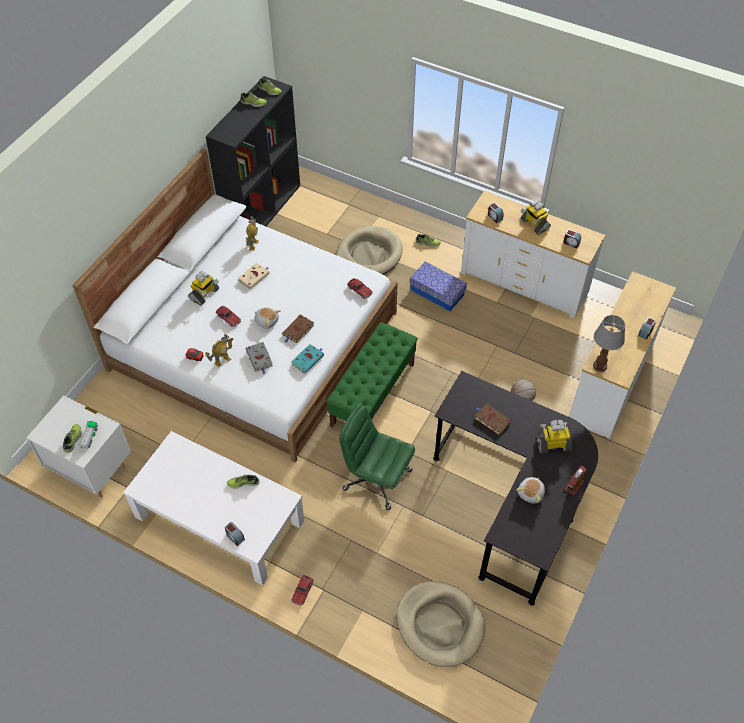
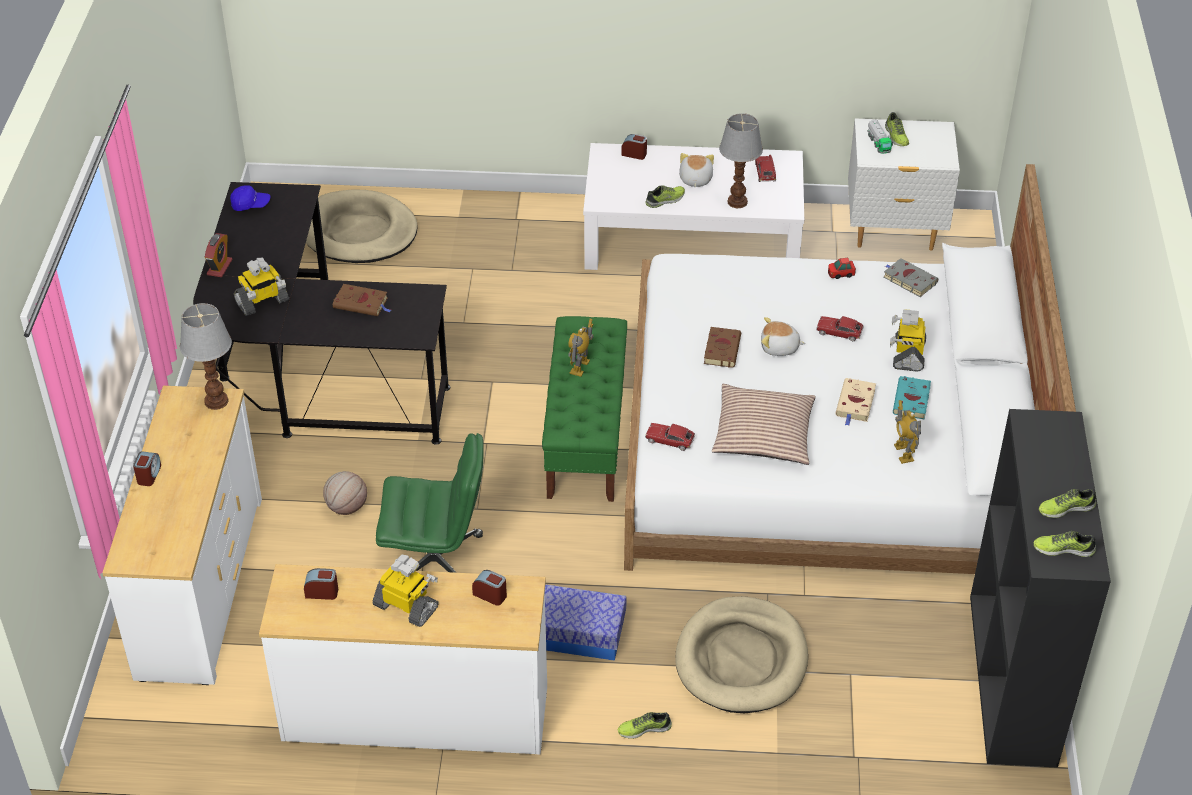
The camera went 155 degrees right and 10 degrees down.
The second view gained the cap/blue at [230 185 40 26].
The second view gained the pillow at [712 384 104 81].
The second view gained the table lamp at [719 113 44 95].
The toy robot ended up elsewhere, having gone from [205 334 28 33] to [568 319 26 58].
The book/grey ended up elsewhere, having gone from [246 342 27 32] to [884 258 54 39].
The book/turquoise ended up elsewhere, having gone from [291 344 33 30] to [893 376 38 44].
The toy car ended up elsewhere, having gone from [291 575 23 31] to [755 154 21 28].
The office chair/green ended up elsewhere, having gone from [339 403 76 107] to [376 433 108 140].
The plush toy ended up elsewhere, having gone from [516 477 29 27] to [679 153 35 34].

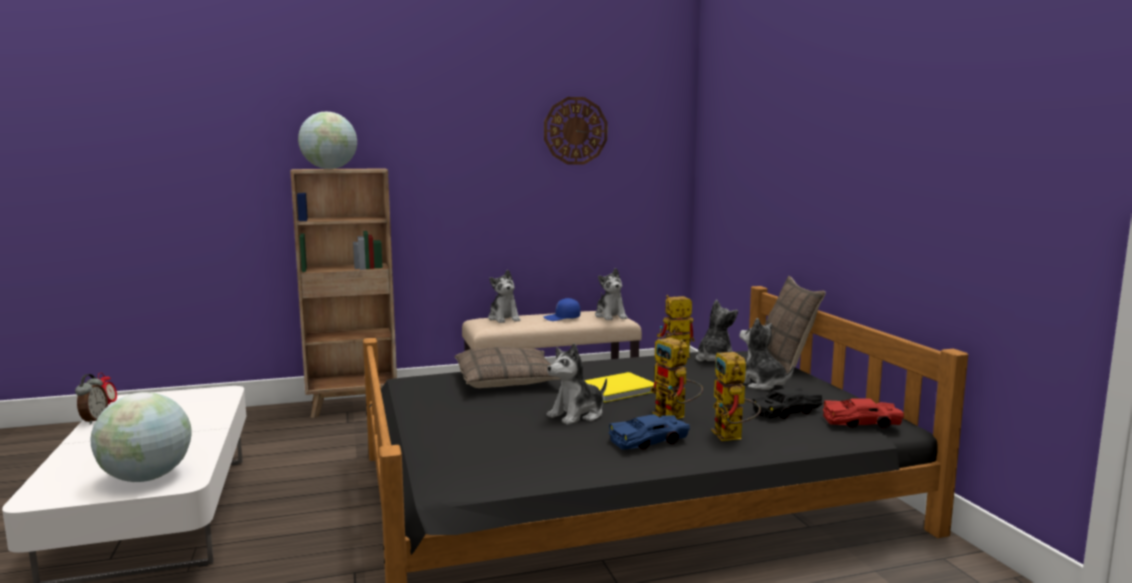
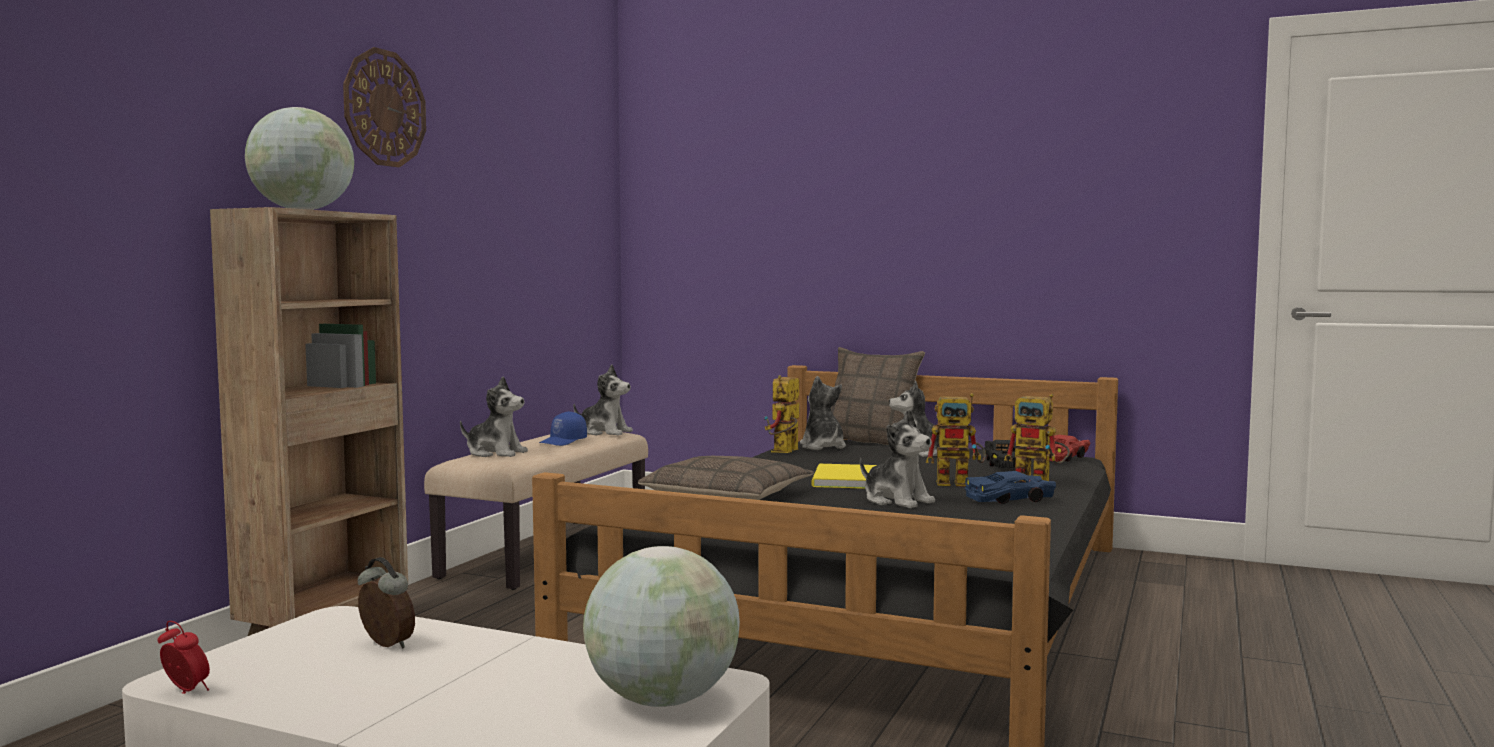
The camera went 50 degrees left and 5 degrees down.
The alarm clock ended up elsewhere, having gone from [75 374 33 51] to [358 557 57 92].
The wall clock ended up elsewhere, having gone from [544 97 63 68] to [343 47 83 120].
The plush toy at [547 343 60 82] ended up facing another way, 45 degrees counterclockwise from before.
The toy car/blue at [609 414 81 36] ended up facing another way, 60 degrees clockwise from before.

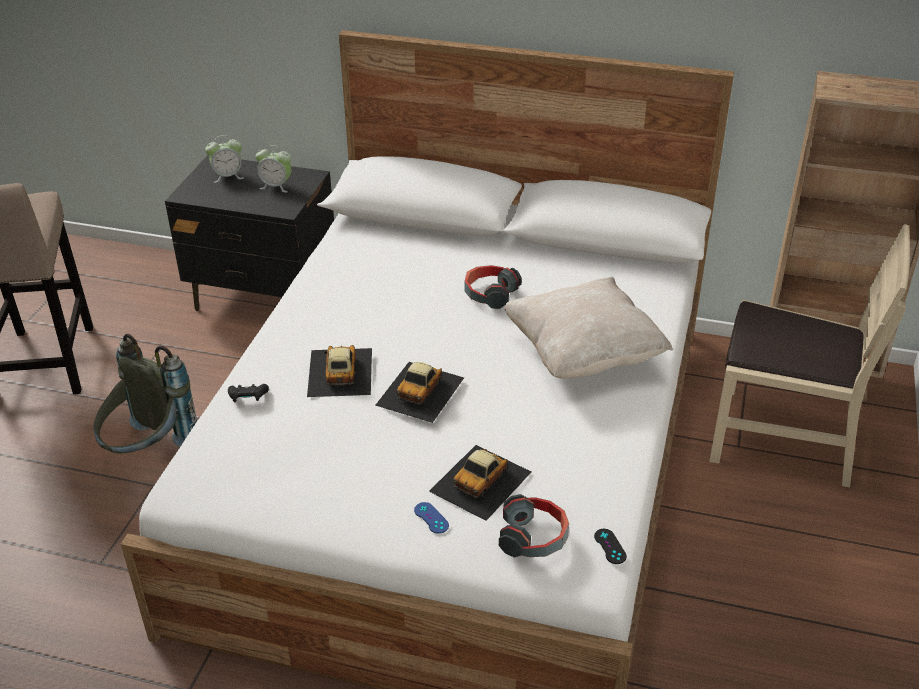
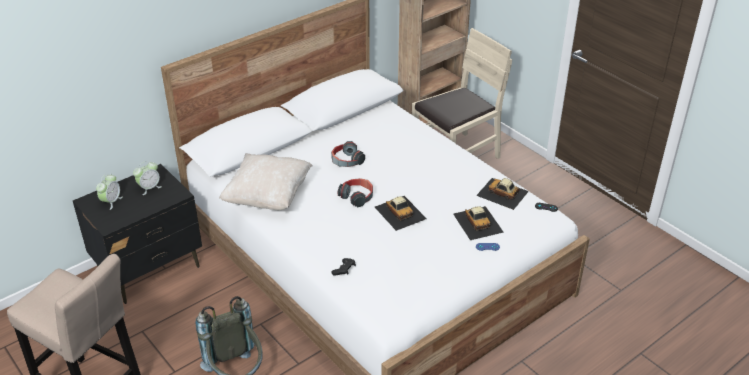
The camera went 55 degrees left and 0 degrees up.
The toy car ended up elsewhere, having gone from [307 345 65 52] to [476 178 53 32].
The headphones ended up elsewhere, having gone from [499 494 70 63] to [338 178 35 29].
The pillow/beige ended up elsewhere, having gone from [504 277 169 102] to [219 153 94 57].

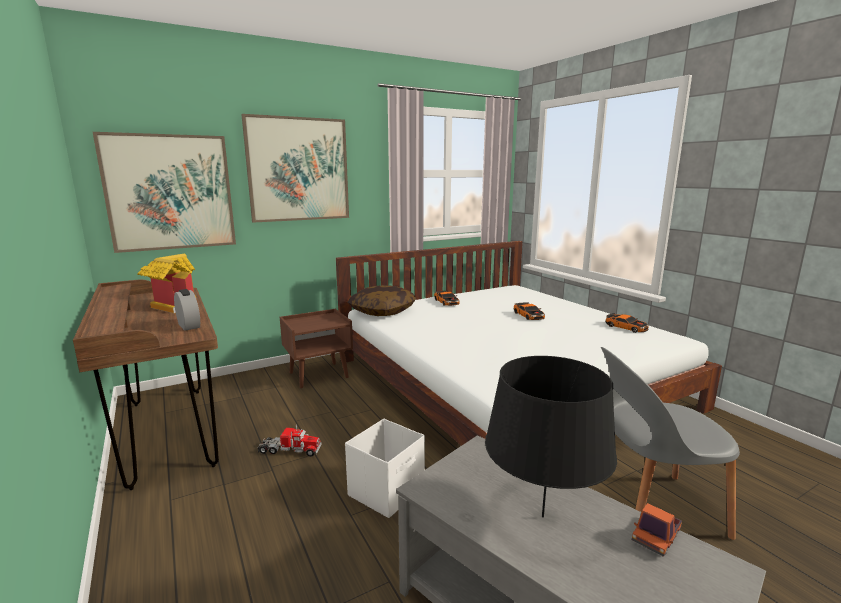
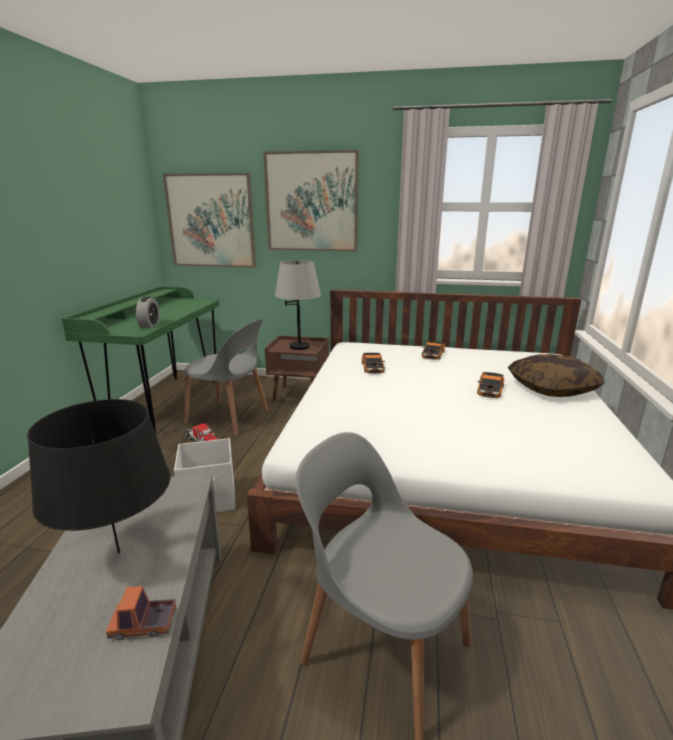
The camera went 40 degrees right and 5 degrees up.
The second view lost the toy house at [137 254 59 59].
The second view gained the chair/grey at [184 319 85 117].
The second view gained the table lamp/grey at [275 260 46 90].
The pillow ended up elsewhere, having gone from [347 285 69 31] to [508 354 97 43].
The toy car ended up elsewhere, having gone from [605 313 44 20] to [362 353 23 21].
What was the desk/brown at [73 279 146 211] turned into the desk/green at [62 286 158 147].

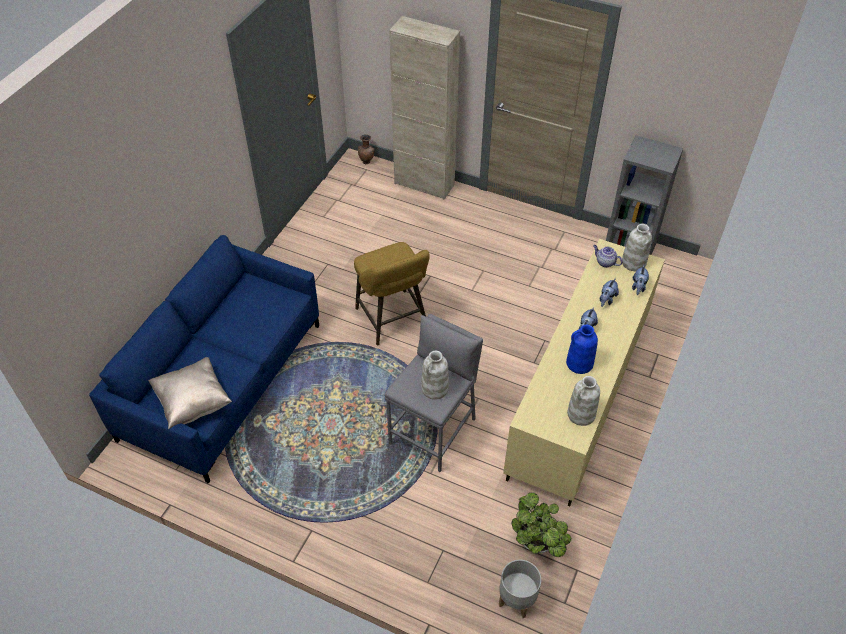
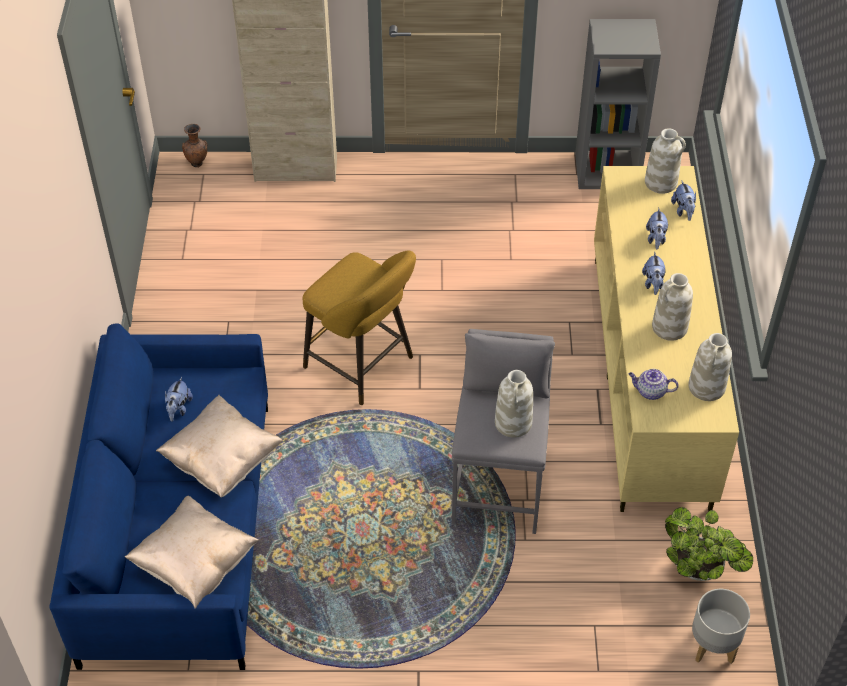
The camera went 25 degrees left and 0 degrees up.
The second view gained the pillow/beige at [156 395 127 103].
The second view gained the plush toy at [165 377 28 45].
The teapot ended up elsewhere, having gone from [593 245 30 23] to [628 369 51 31].
What was the vase/blue at [566 325 32 49] turned into the vase/white at [652 273 41 68].

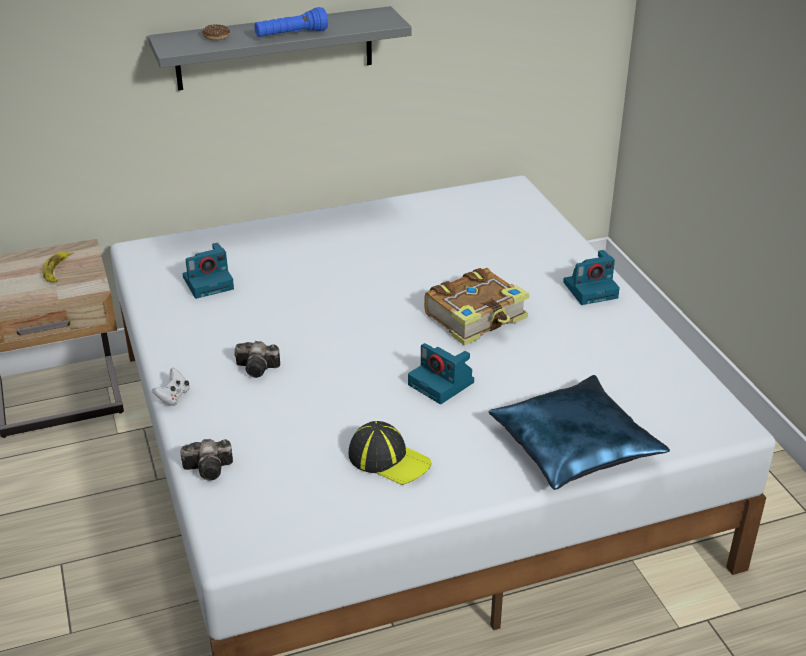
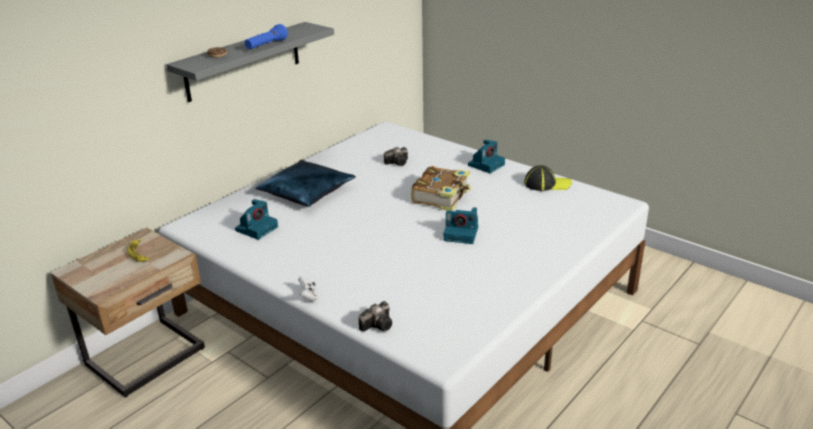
The camera went 30 degrees left and 5 degrees down.
The photo camera ended up elsewhere, having gone from [235 341 45 37] to [384 147 24 19].
The cap ended up elsewhere, having gone from [348 421 83 64] to [524 165 48 26].
The pillow/blue ended up elsewhere, having gone from [489 375 181 115] to [255 160 101 47].

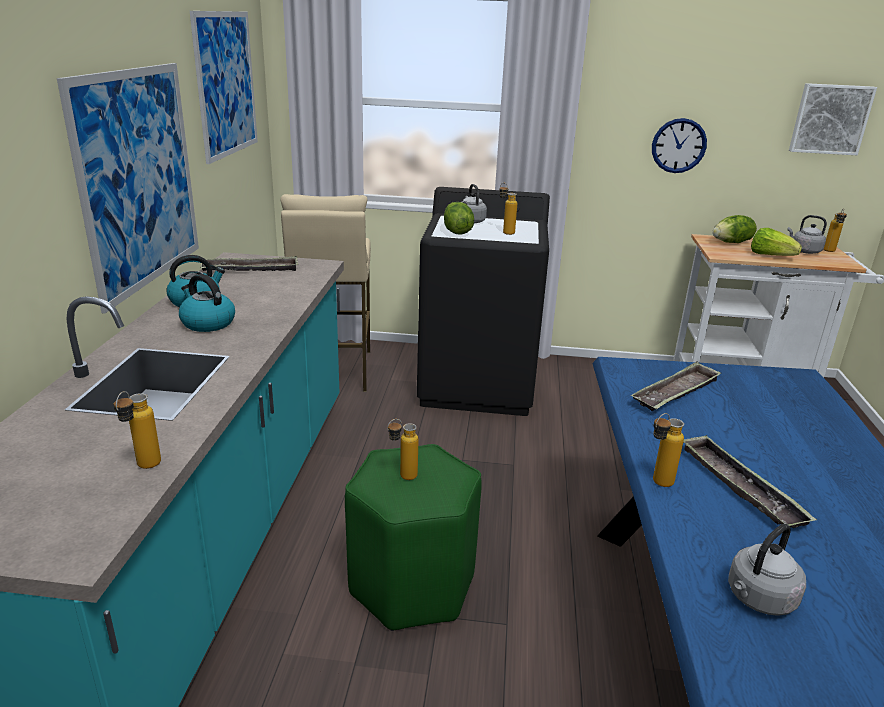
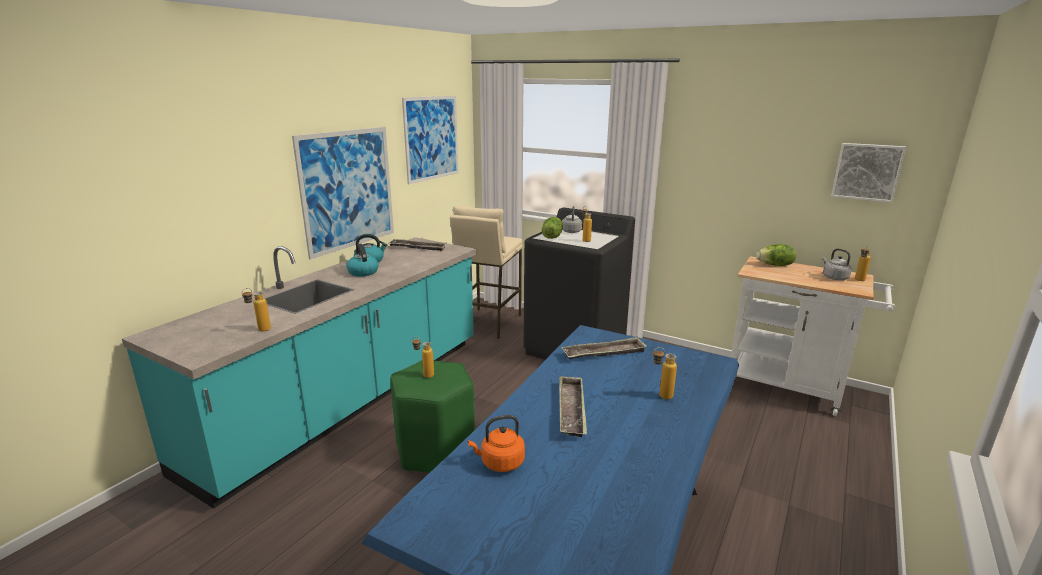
The camera went 25 degrees right and 5 degrees down.
The second view lost the wall clock at [652 118 55 55].
The second view lost the lettuce at [751 228 51 28].
The bottle ended up elsewhere, having gone from [653 413 31 74] to [653 347 24 52].
What was the kettle/grey at [728 524 78 92] turned into the kettle/orange at [468 415 57 57].

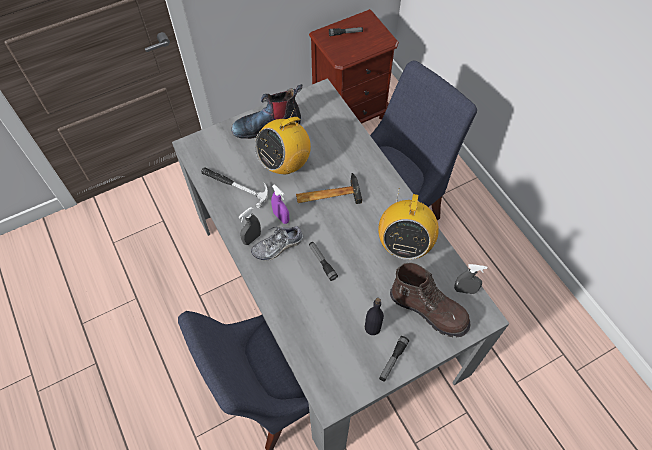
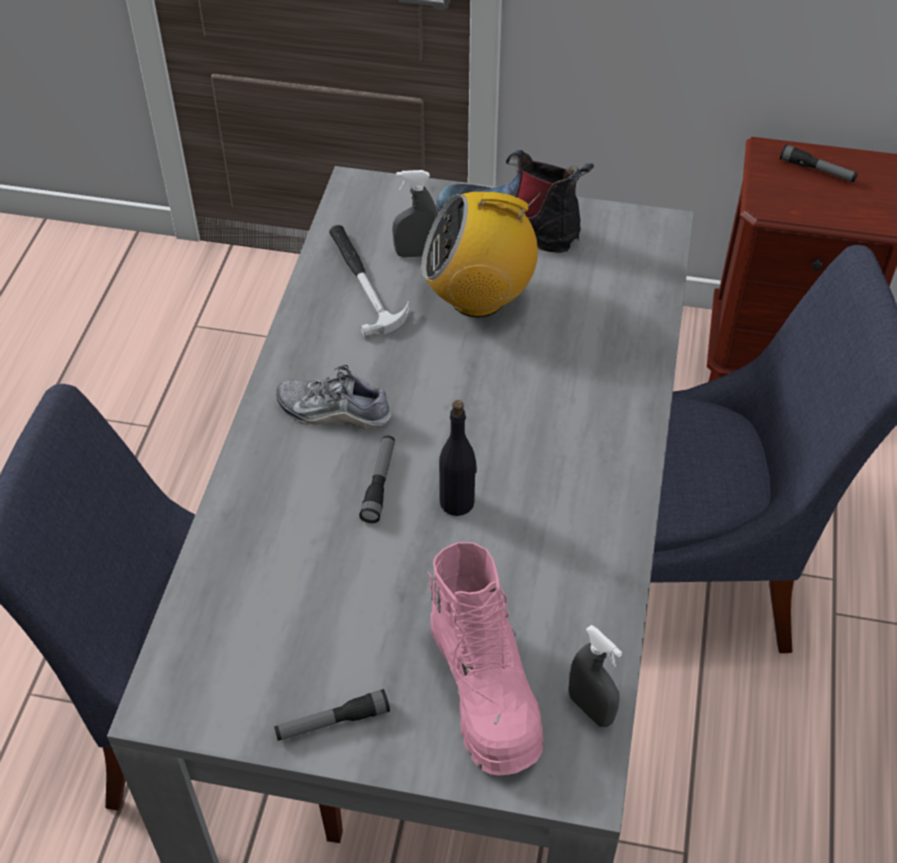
The camera went 40 degrees right and 10 degrees down.
The second view lost the spray bottle/purple at [271 185 18 39].
The second view lost the hammer at [296 173 66 31].
The second view lost the radio at [378 188 61 72].
The spray bottle/grey ended up elsewhere, having gone from [239 207 22 38] to [392 170 46 88].
The bottle/black ended up elsewhere, having gone from [365 298 19 37] to [439 400 38 116].
What was the boot/brown at [390 263 80 75] turned into the boot/pink at [427 542 117 234].

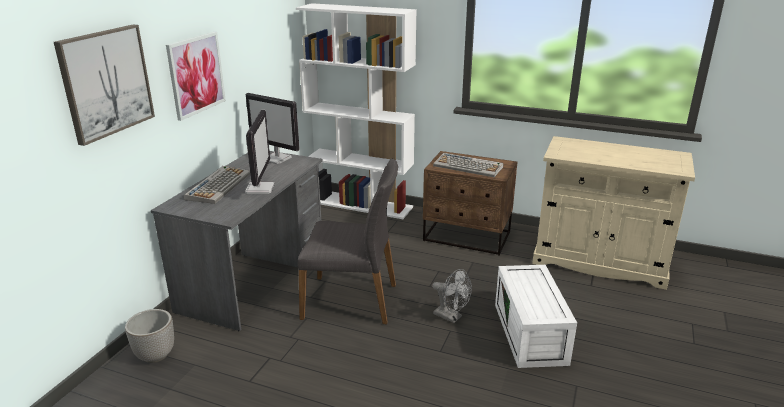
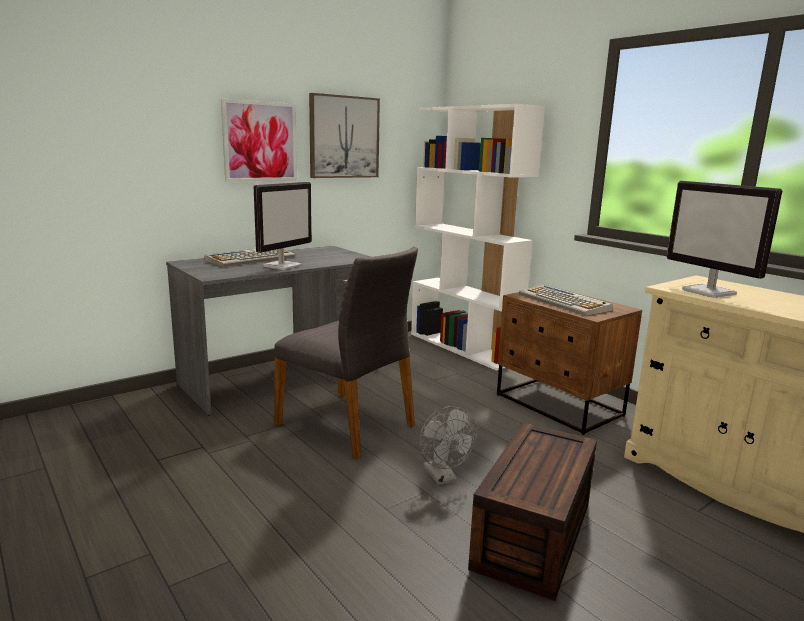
The camera went 30 degrees right and 10 degrees down.
The second view lost the planter at [125 309 49 54].
The picture ended up elsewhere, having gone from [54 25 101 121] to [309 93 71 85].
The monitor ended up elsewhere, having gone from [246 93 54 71] to [666 181 116 117].
What was the storage box/white at [495 265 82 103] turned into the storage box/brown at [468 422 129 179].

